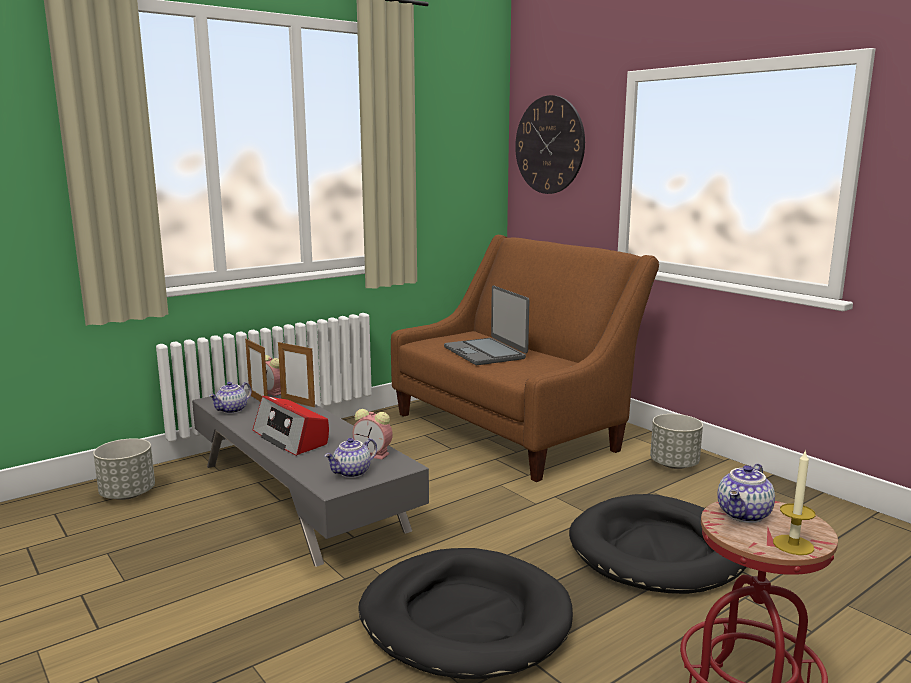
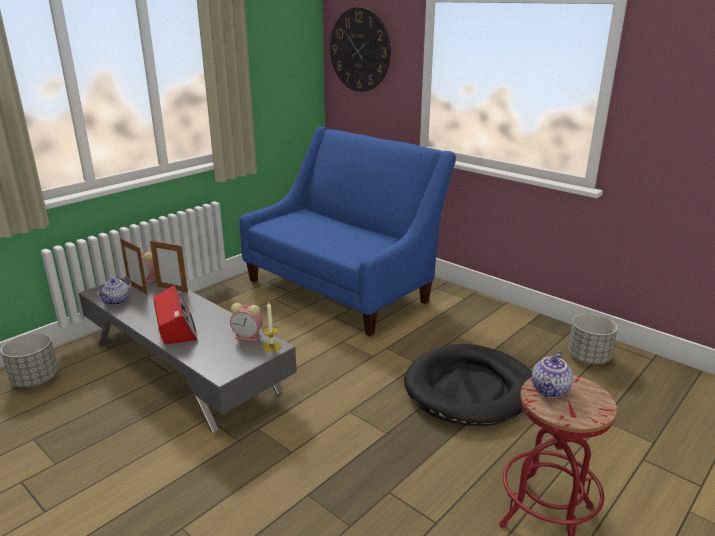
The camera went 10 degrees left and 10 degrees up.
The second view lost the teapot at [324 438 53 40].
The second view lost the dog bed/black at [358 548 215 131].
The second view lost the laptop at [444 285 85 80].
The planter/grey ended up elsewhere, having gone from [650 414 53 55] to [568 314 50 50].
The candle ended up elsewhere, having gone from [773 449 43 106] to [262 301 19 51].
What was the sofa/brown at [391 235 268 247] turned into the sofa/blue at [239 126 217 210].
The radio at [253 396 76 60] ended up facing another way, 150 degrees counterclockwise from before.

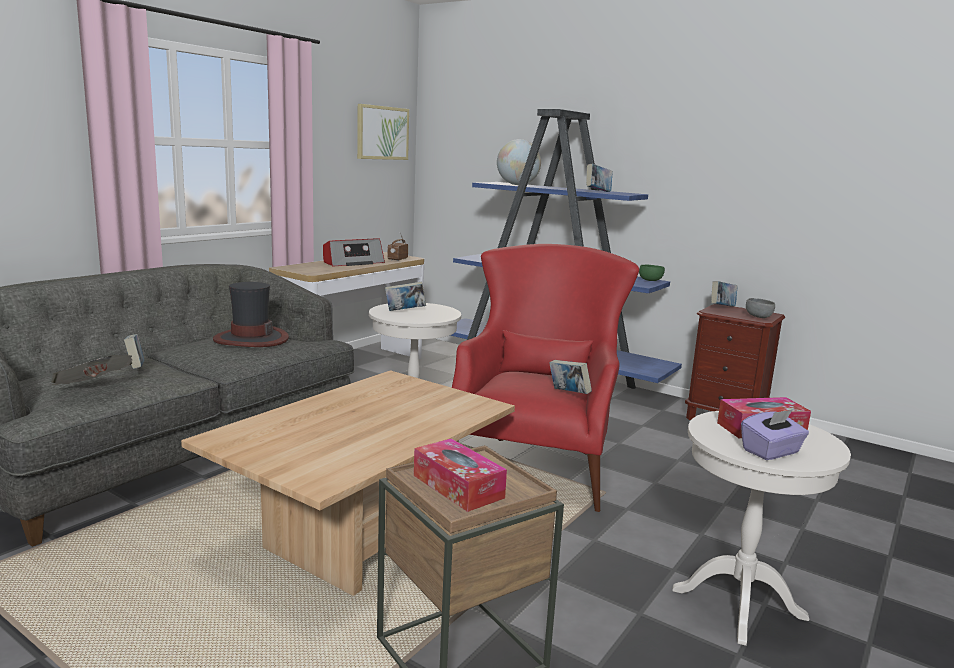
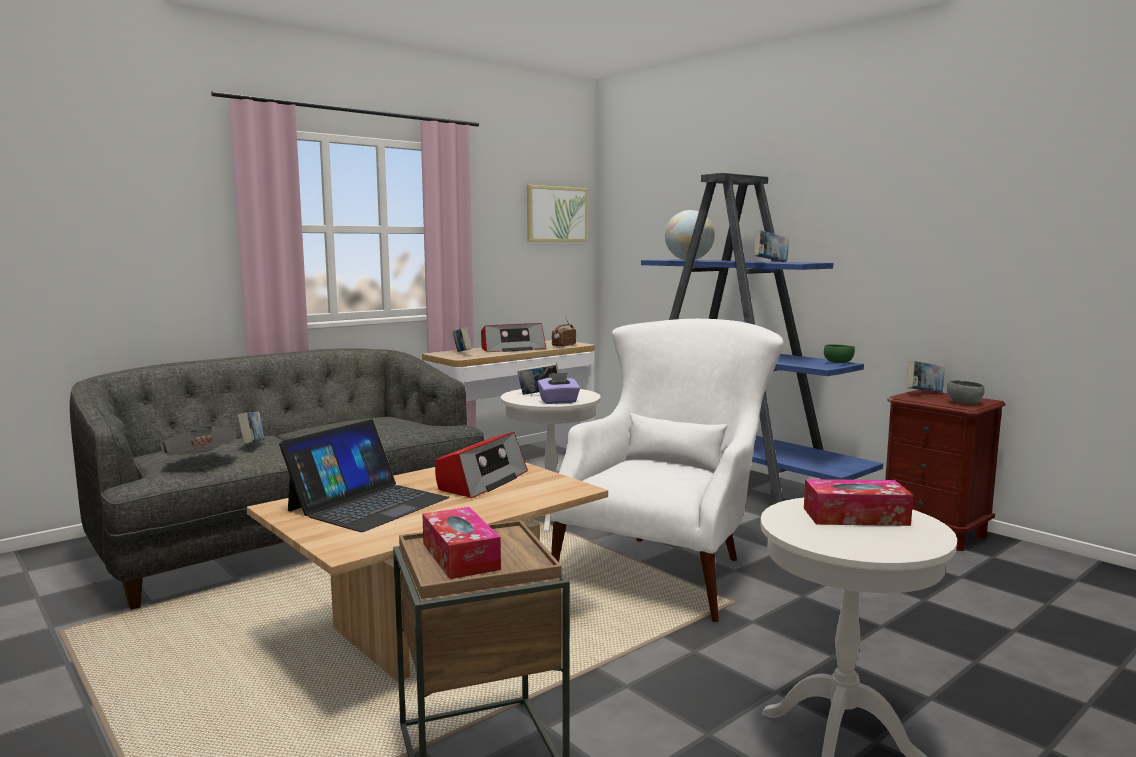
The camera went 15 degrees right and 5 degrees down.
The second view lost the hat at [213 282 76 65].
The second view gained the laptop at [279 419 170 113].
The second view gained the radio at [435 432 93 66].
The book ended up elsewhere, having gone from [549 360 43 34] to [452 327 20 25].
The tissue box/purple ended up elsewhere, having gone from [741 409 68 51] to [537 373 43 31].
What was the armchair/red at [452 244 187 268] turned into the armchair/white at [550 319 233 303].

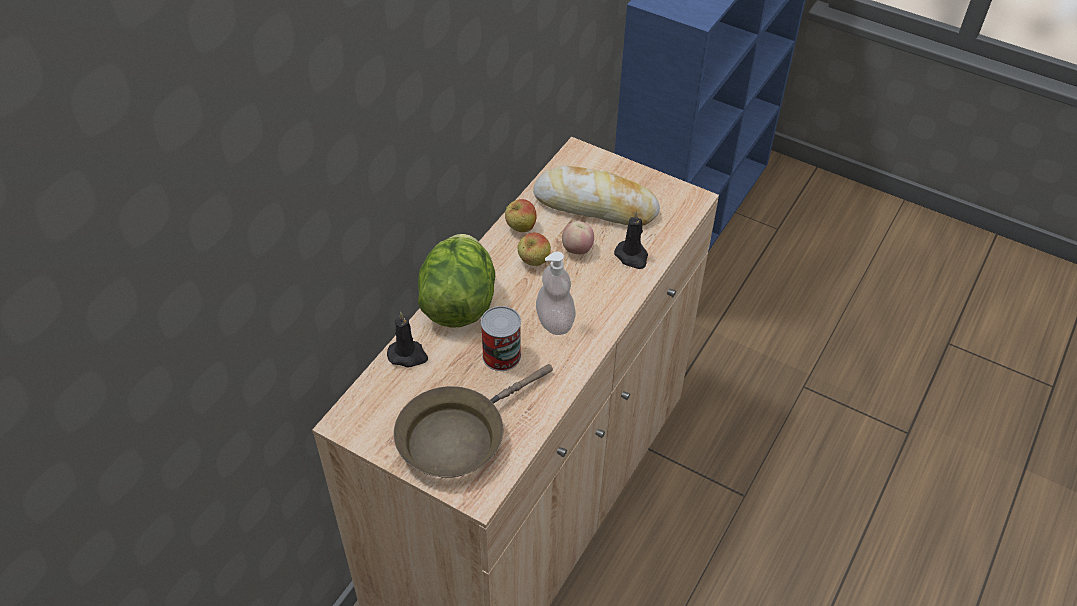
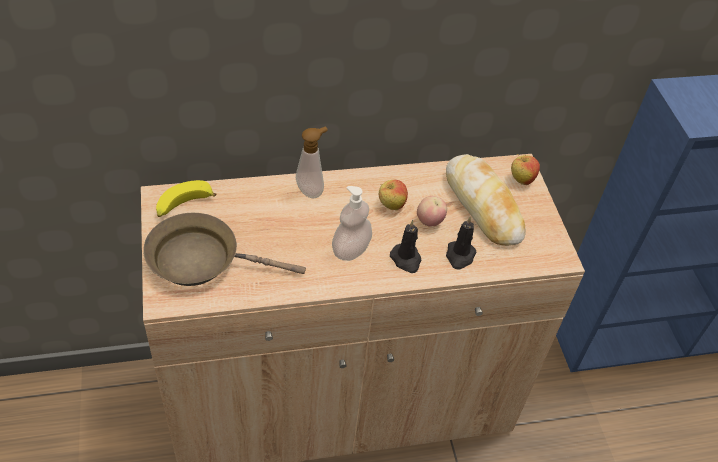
The camera went 45 degrees right and 0 degrees up.
The second view lost the can at [481 306 40 65].
The second view gained the banana at [156 180 60 37].
The candle/black ended up elsewhere, having gone from [387 312 41 56] to [390 220 31 53].
The apple ended up elsewhere, having gone from [505 199 31 33] to [511 154 29 31].
Where the lettuce stood at [418 234 77 94], the soap dispenser came to stand at [296 126 32 73].

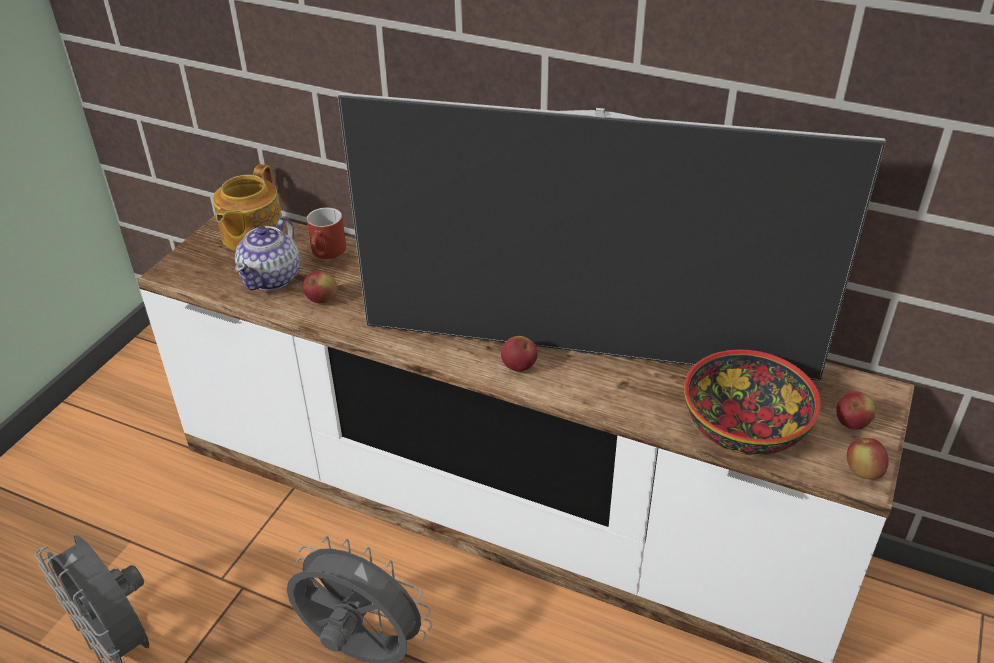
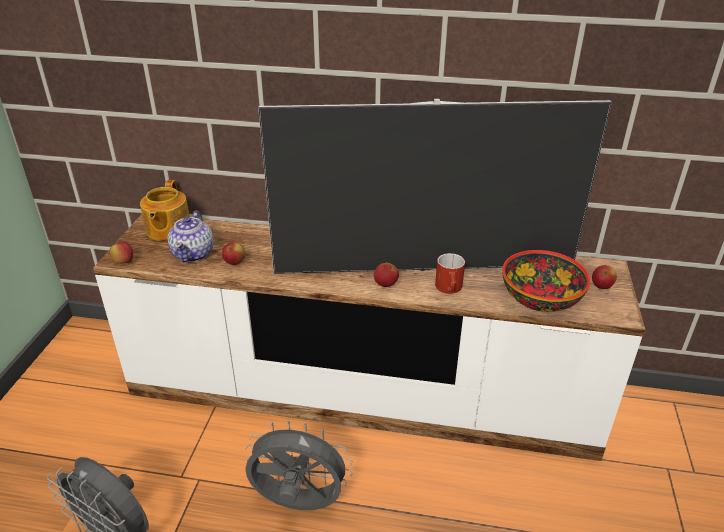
The camera went 15 degrees left and 5 degrees down.
The mug/red ended up elsewhere, having gone from [307 207 39 52] to [435 253 30 41].
The apple ended up elsewhere, having gone from [847 438 42 41] to [110 241 23 22].

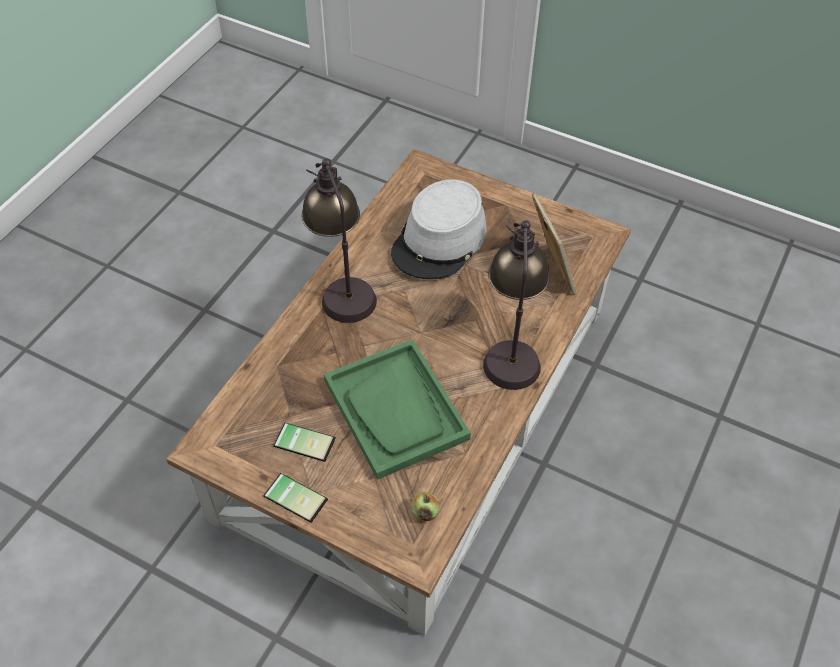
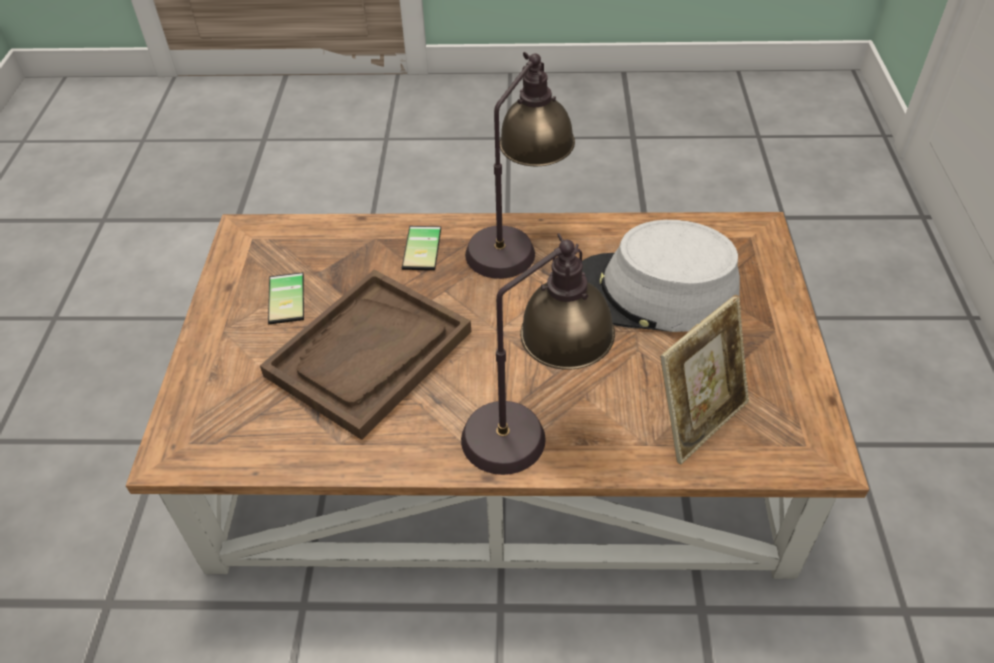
The camera went 65 degrees right and 5 degrees down.
The second view lost the apple at [411 492 28 29].
The phone ended up elsewhere, having gone from [263 473 65 50] to [402 226 39 44].
What was the tray/green at [324 339 147 141] turned into the tray/brown at [260 270 211 170].

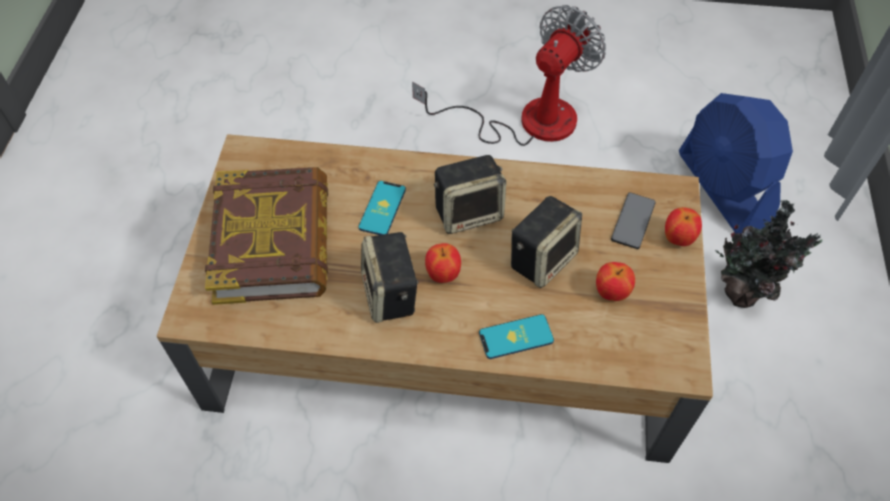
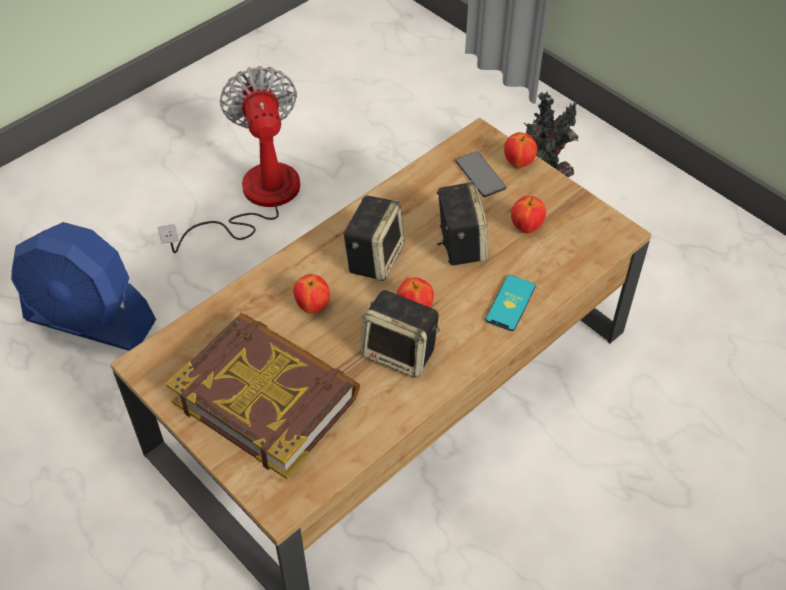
The camera went 50 degrees left and 5 degrees down.
The fan/blue ended up elsewhere, having gone from [679 93 114 140] to [11 222 145 129].
Where the phone stood at [358 181 48 54], the apple came to stand at [293 274 37 40].

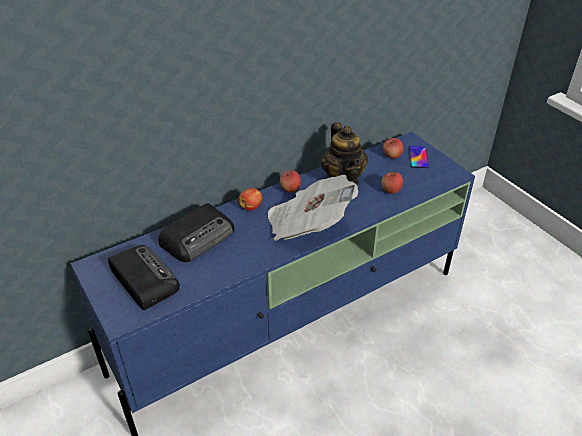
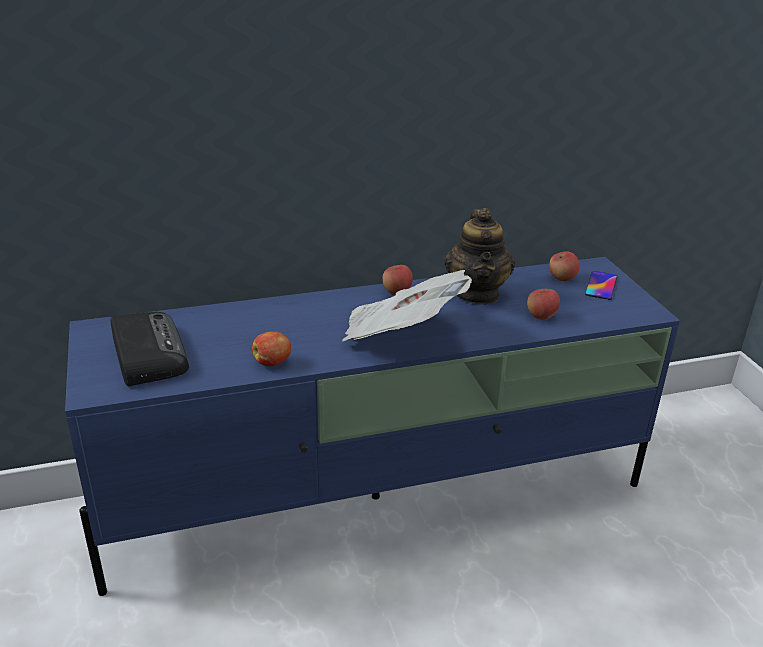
The camera went 15 degrees right and 10 degrees down.
The second view lost the radio at [158 203 77 59].
The apple ended up elsewhere, having gone from [238 188 24 23] to [252 331 39 35].

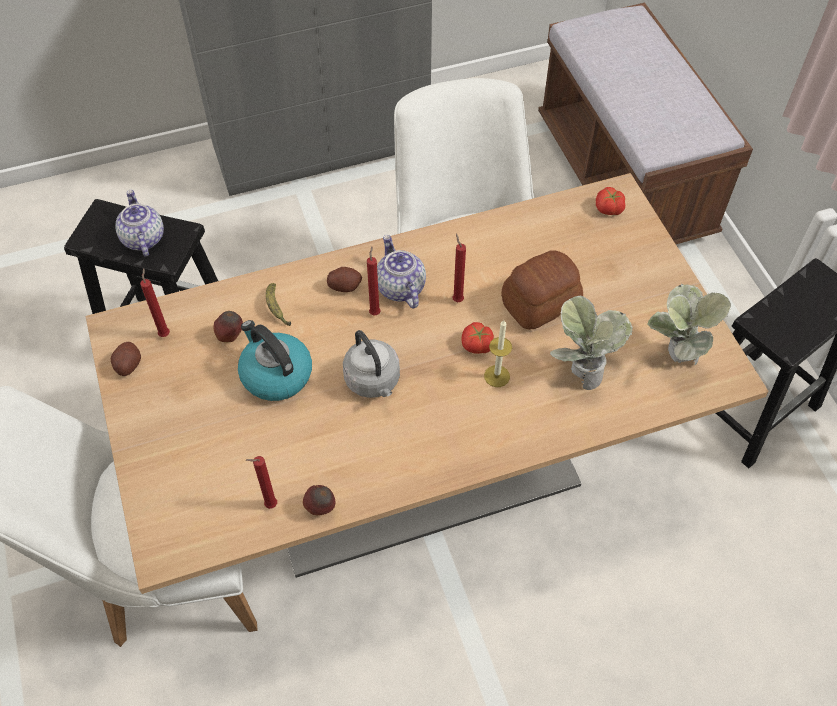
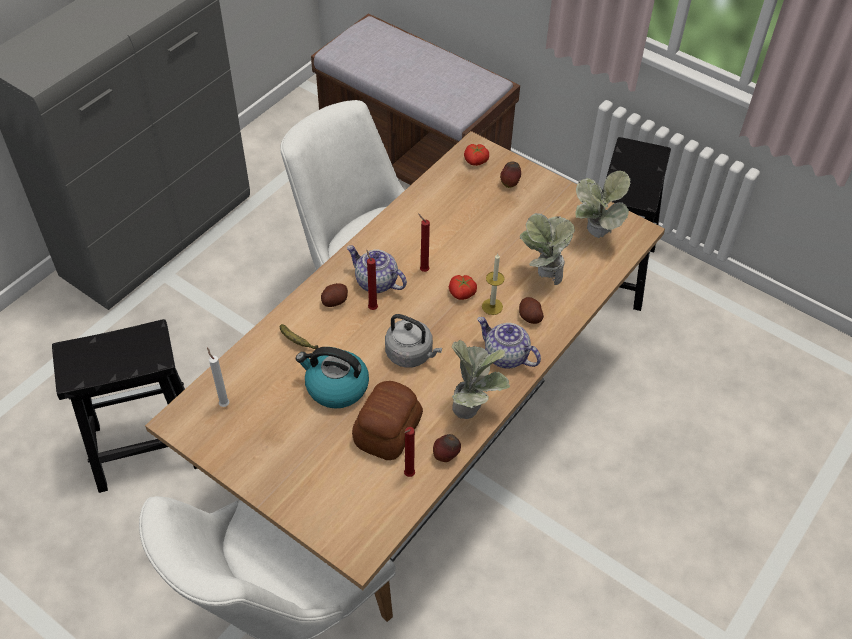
The camera went 35 degrees left and 5 degrees down.
The second view gained the potted plant at [451 340 59 79].
The potato ended up elsewhere, having gone from [111 342 30 34] to [519 297 25 27].
The teapot ended up elsewhere, having gone from [115 190 49 67] to [477 317 64 52].
The apple ended up elsewhere, having gone from [214 311 29 31] to [500 162 21 26].
The bread ended up elsewhere, having gone from [501 251 82 79] to [352 381 71 79].
What was the candle/red at [140 268 30 69] turned into the candle/white at [207 348 23 59].

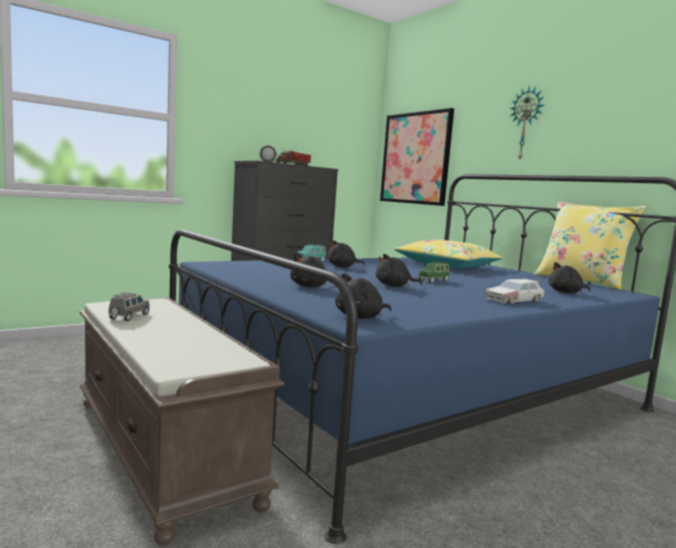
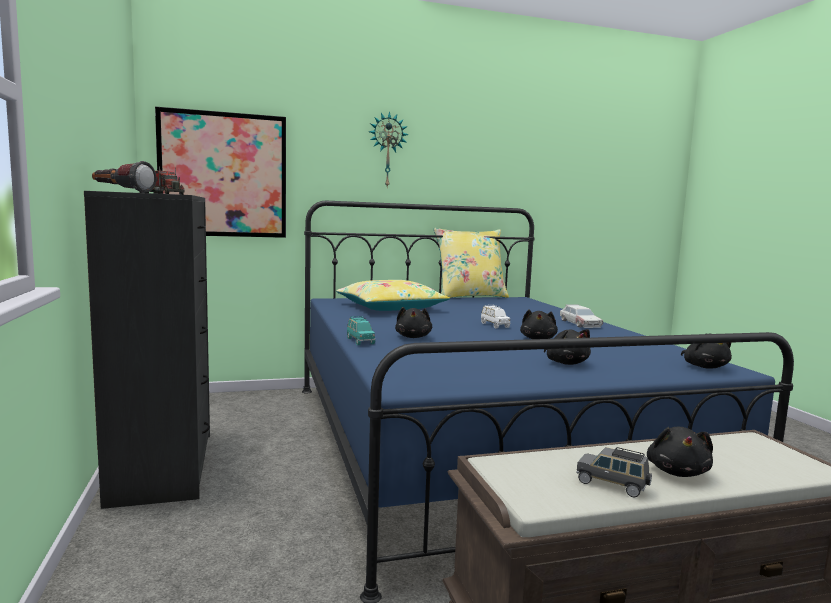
The camera went 70 degrees left and 0 degrees up.
The plush toy/black ended up elsewhere, having gone from [548 262 42 31] to [647 427 66 50].
What was the toy car/green at [418 261 31 22] turned into the toy car/white at [481 305 29 23].

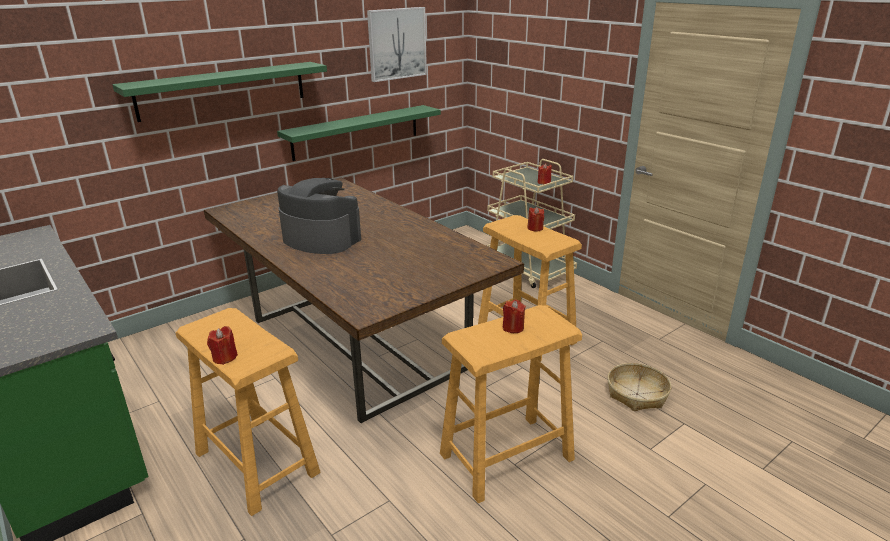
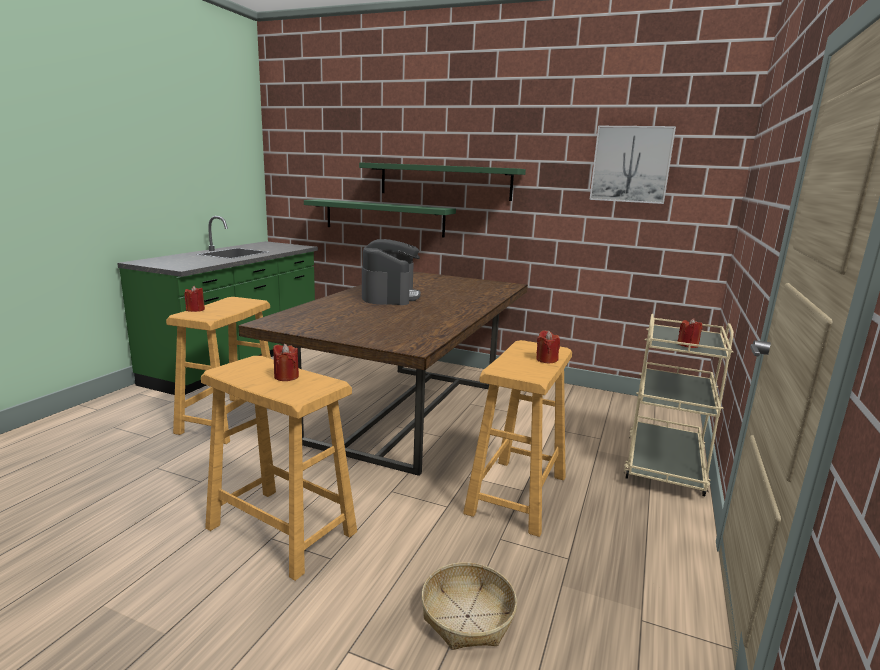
The camera went 60 degrees right and 10 degrees down.
The shelf/green ended up elsewhere, having gone from [277 105 164 56] to [304 199 152 38].

